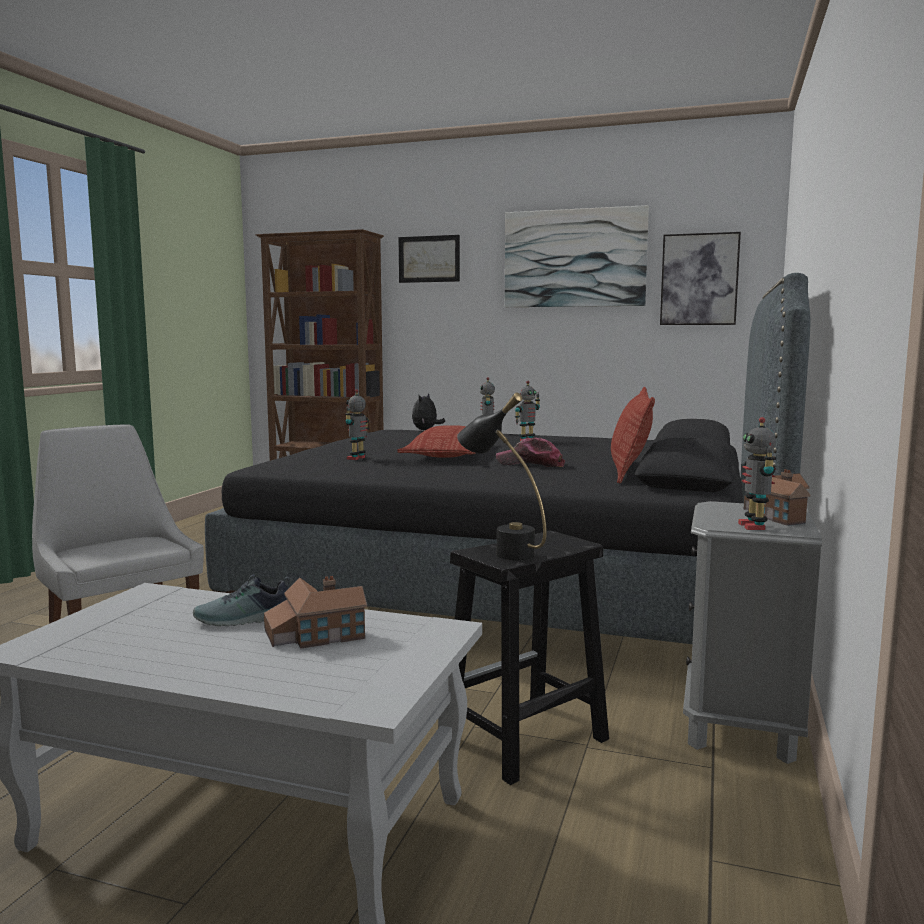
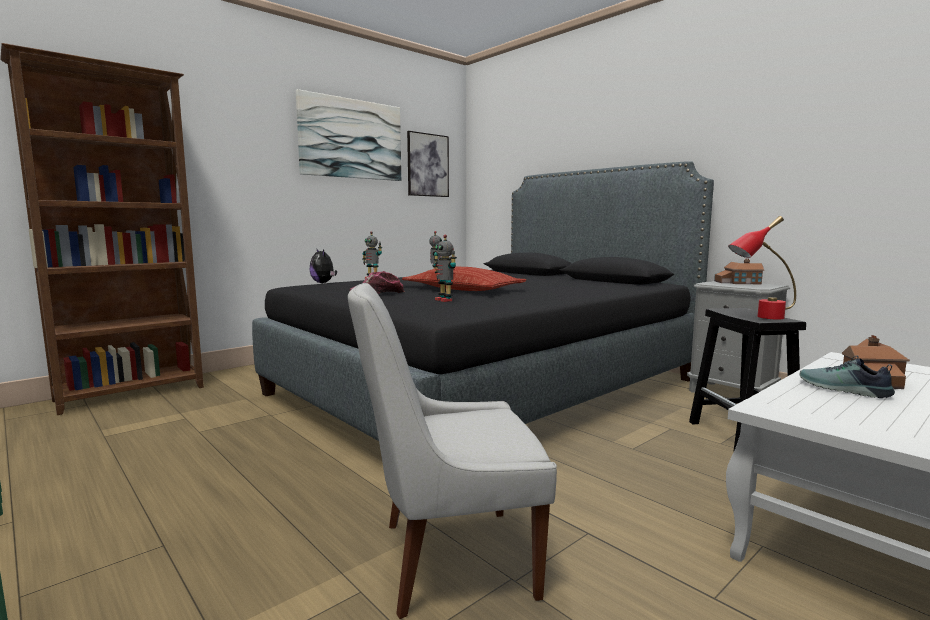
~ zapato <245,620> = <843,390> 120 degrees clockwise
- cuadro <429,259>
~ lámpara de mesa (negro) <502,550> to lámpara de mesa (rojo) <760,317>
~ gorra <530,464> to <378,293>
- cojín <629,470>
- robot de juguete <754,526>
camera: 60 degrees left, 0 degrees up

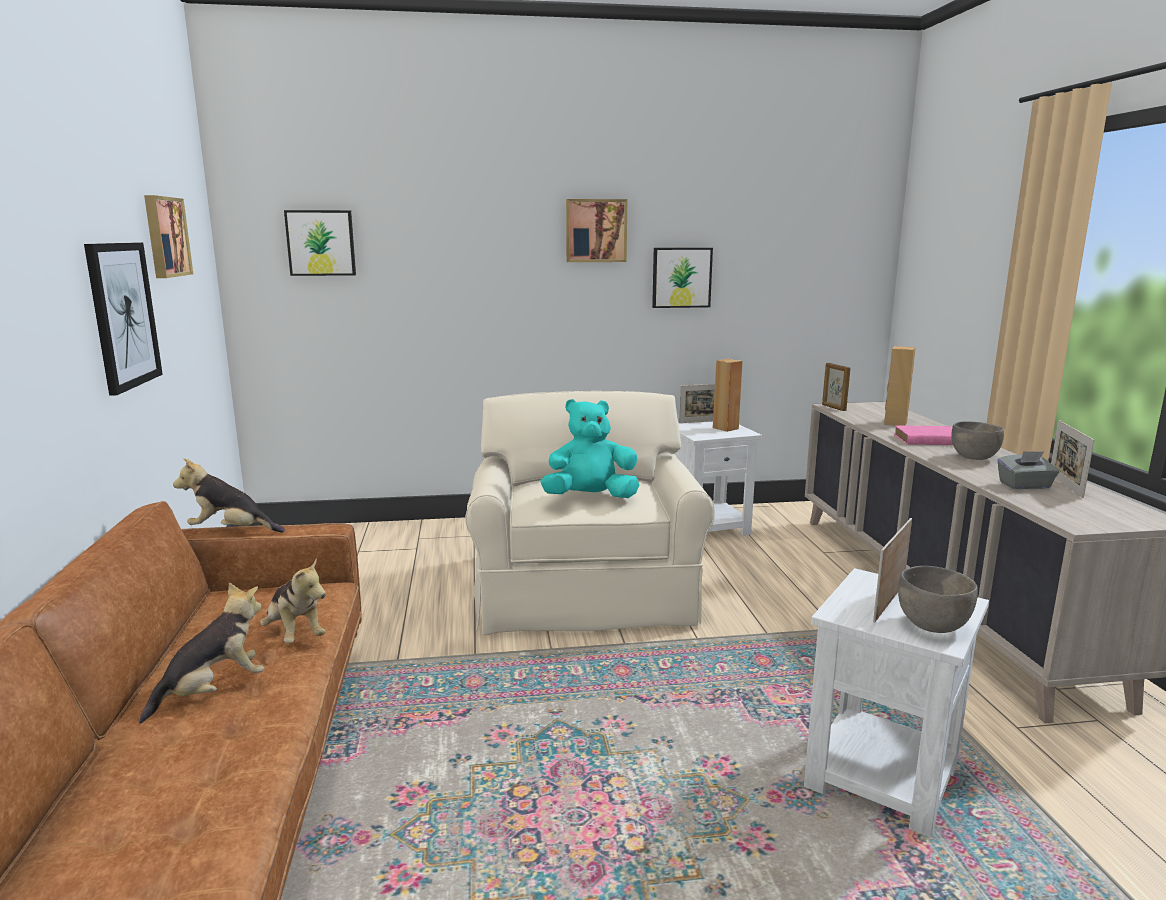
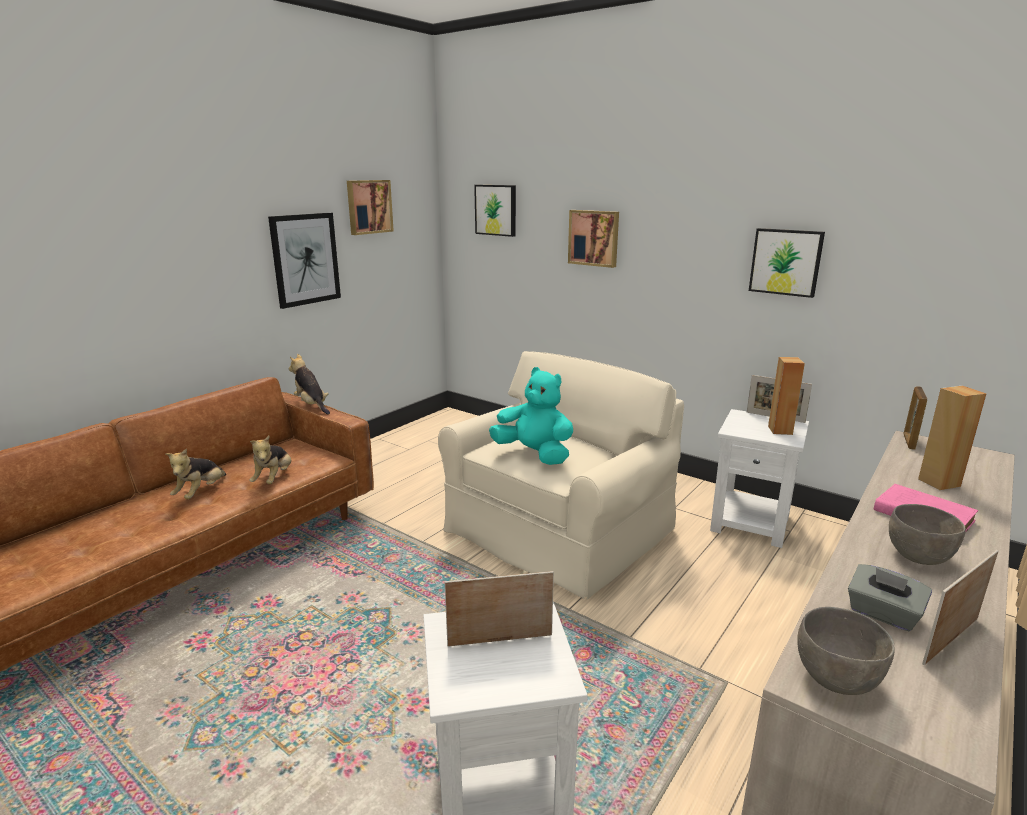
~ peluche <214,691> = <201,492> 105 degrees clockwise
~ cuadro <596,231> to <594,238>
~ cuenco (gris) <932,626> to <835,680>
camera: 45 degrees right, 5 degrees up

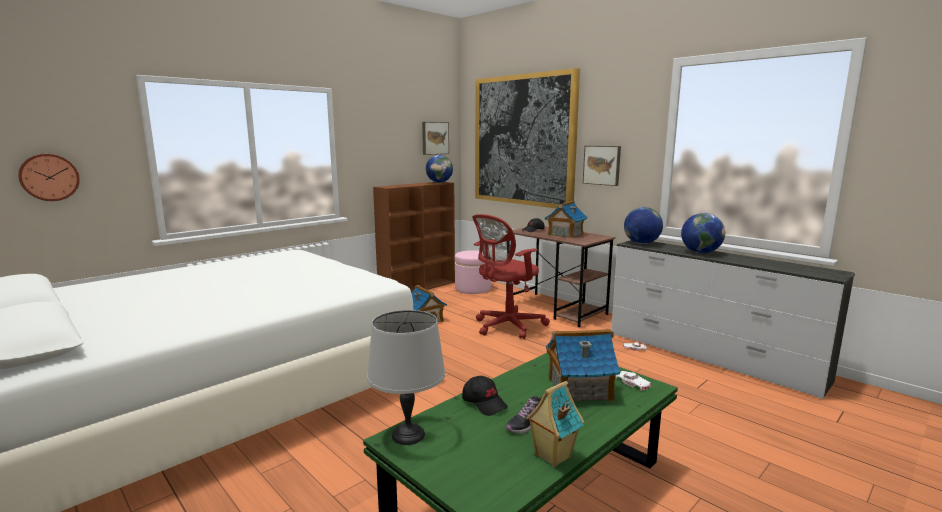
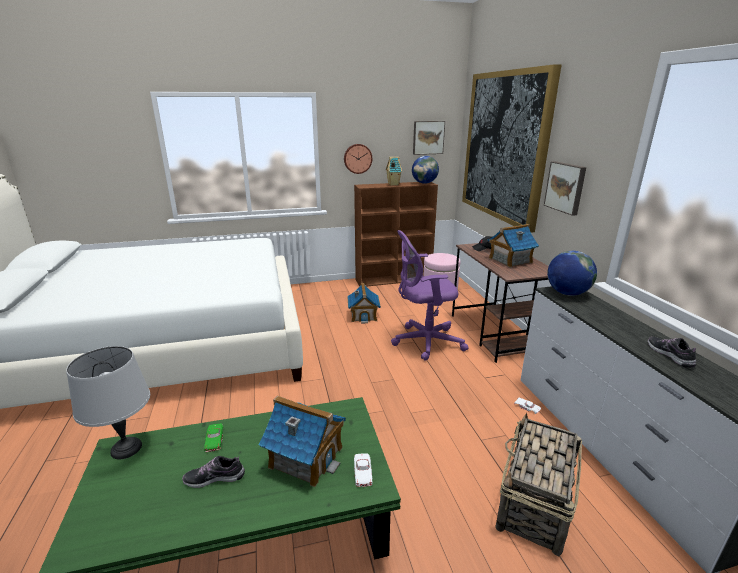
~ reloj de pared <49,177> to <357,158>
~ gorra (negro) <484,403> to coche de juguete (verde) <214,439>
~ silla de oficina (rojo) <506,327> to silla de oficina (morado) <424,342>
~ casita <552,456> to <393,184>
- globo terráqueo <700,252>
+ cesta <534,504>
+ zapato <670,355>
camera: 30 degrees right, 10 degrees up

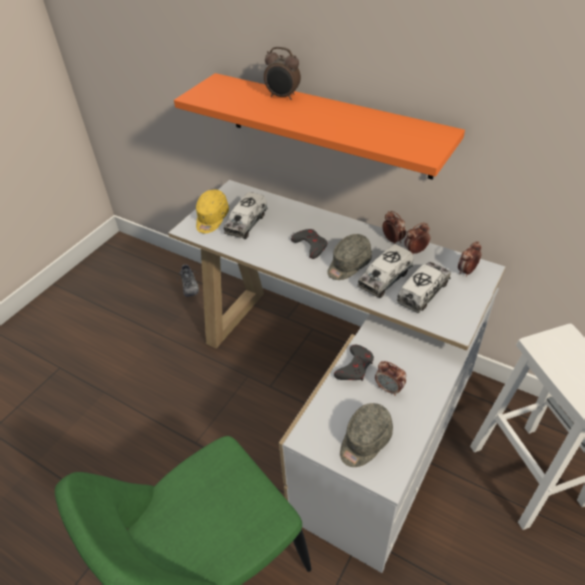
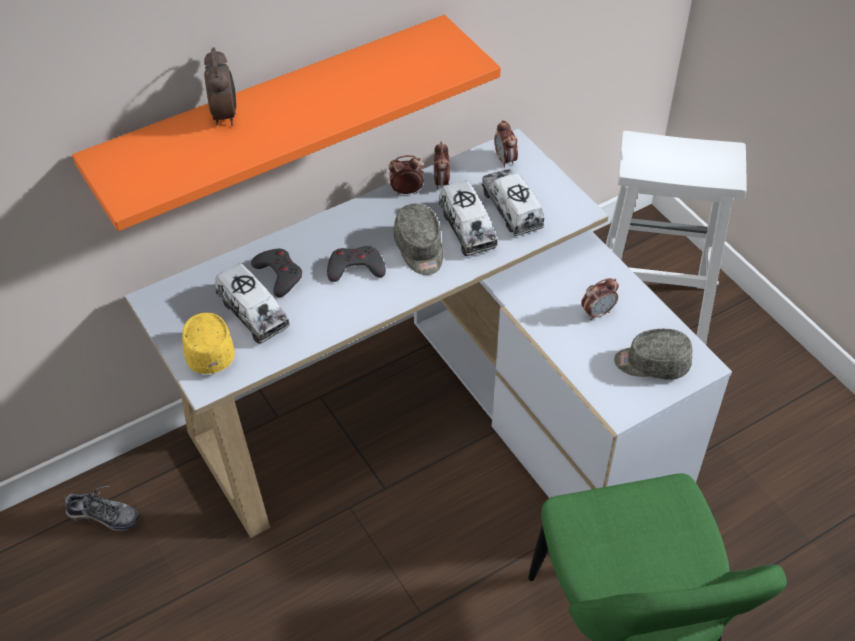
~ gorra (amarillo) <211,219> = <208,348> 150 degrees counterclockwise
~ despertador <283,97> = <225,115> 60 degrees counterclockwise
~ mando de consola (gris) <355,367> to <279,275>
~ gorra (gris) <364,441> = <651,363> 120 degrees clockwise
camera: 65 degrees left, 5 degrees up

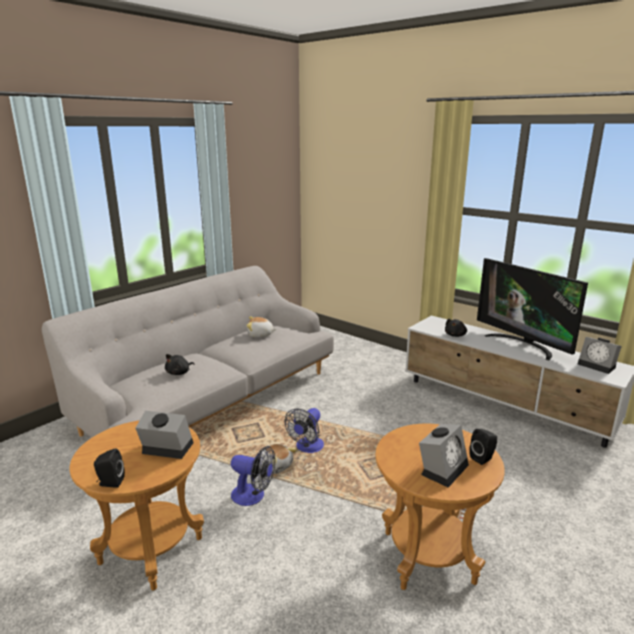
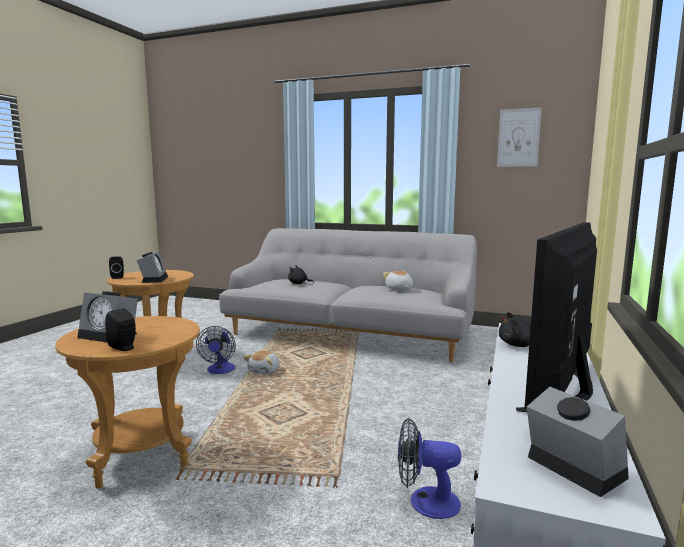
~ ventilador <307,448> to <425,502>
~ despertador <598,365> = <570,467> 120 degrees clockwise
+ cuadro <518,137>
camera: 70 degrees right, 10 degrees down

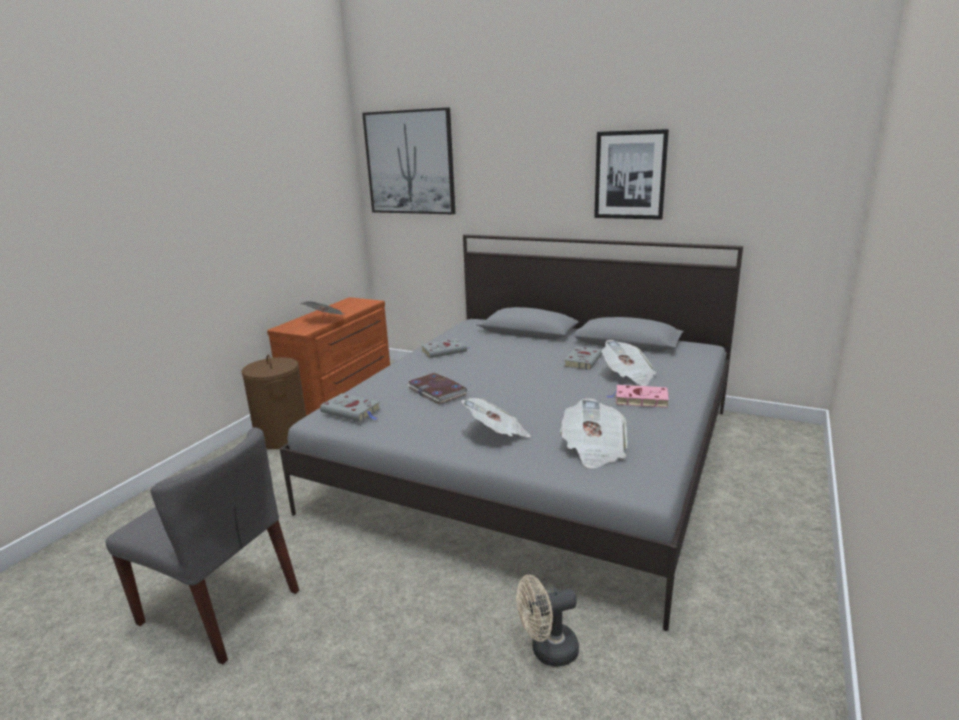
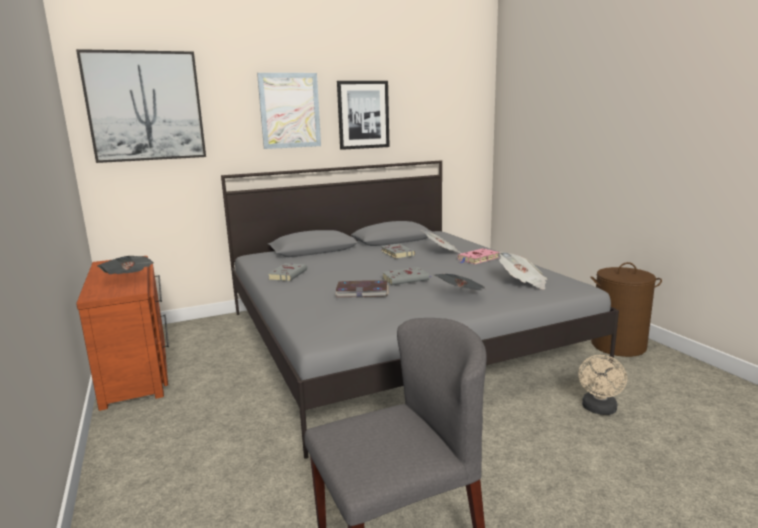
~ cesto de la ropa (marrón) <282,436> to <617,345>
~ libro (gris) <352,411> to <406,279>
+ cuadro <290,110>
camera: 50 degrees left, 5 degrees down

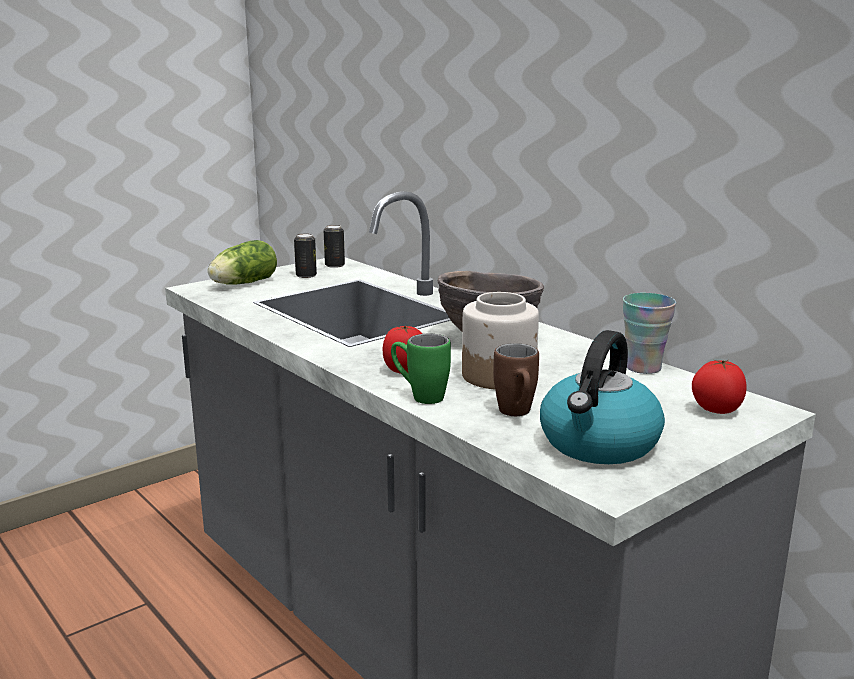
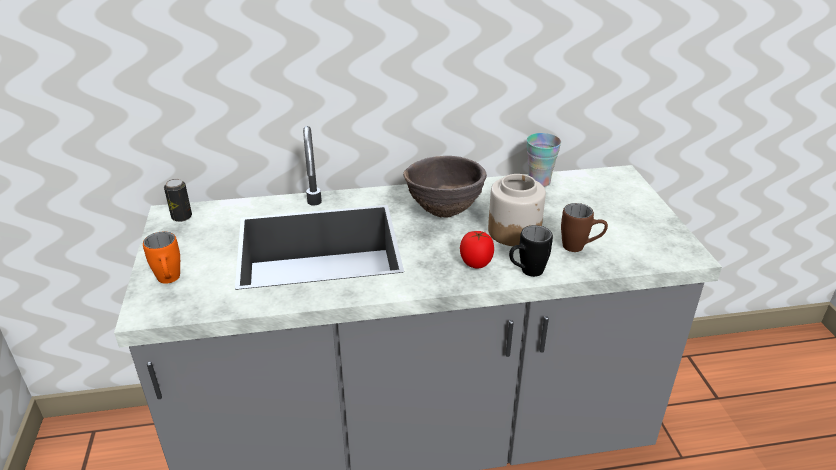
~ lechuga <241,284> to taza grande (naranja) <169,281>
- lata <306,275>
~ taza grande (verde) <419,396> to taza grande (negro) <526,272>
- hervidor <599,444>
- tomate <715,411>
camera: 60 degrees left, 15 degrees up

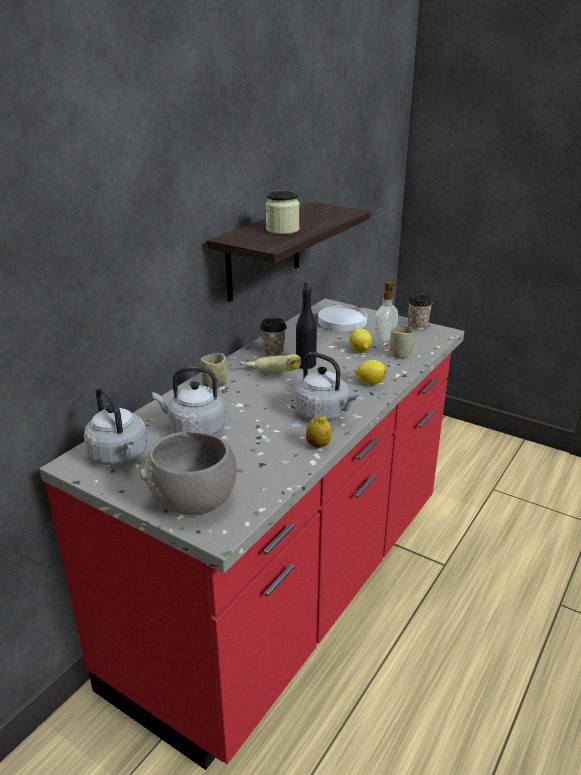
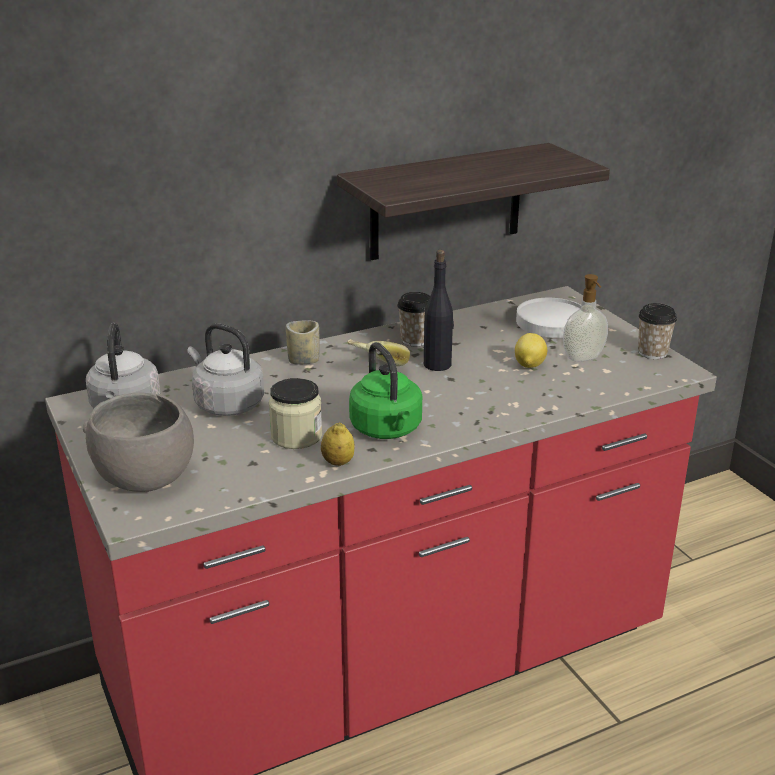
~ tarro <282,230> to <296,436>
~ hervidor (gris) <324,414> to hervidor (verde) <387,430>
- limón <370,382>
- taza <400,354>
camera: 30 degrees right, 0 degrees up

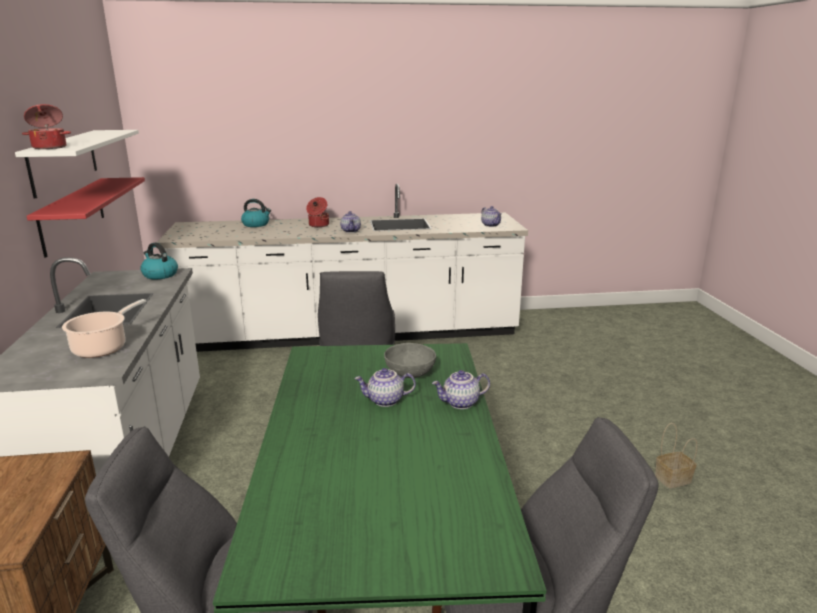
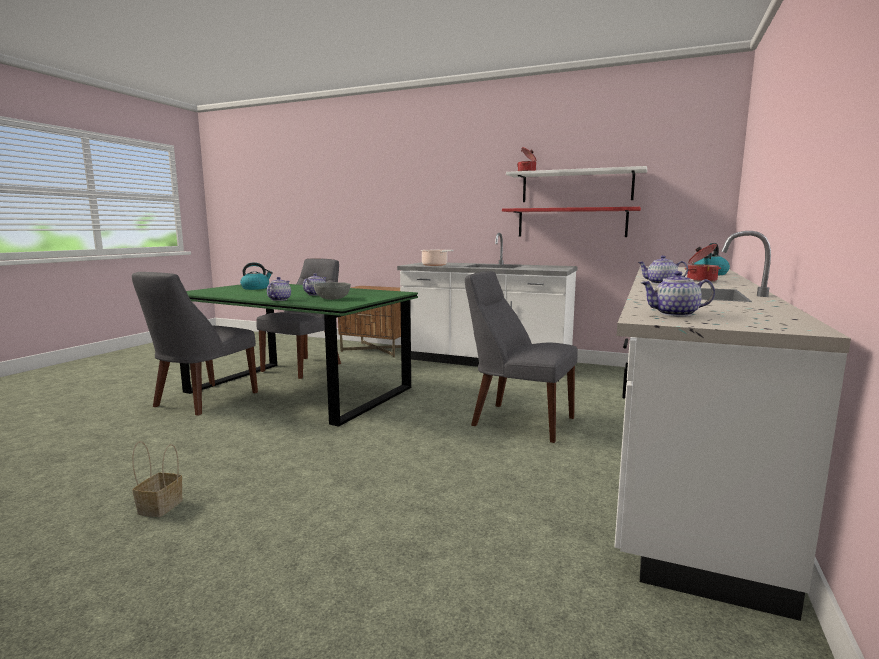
~ hervidor <159,275> to <256,288>
camera: 120 degrees right, 10 degrees down

